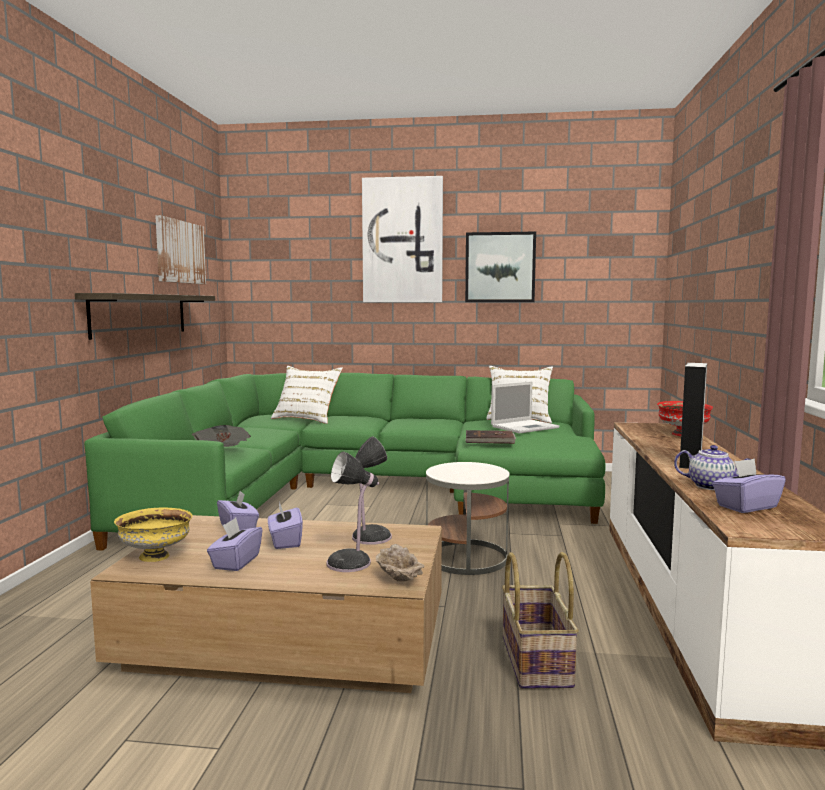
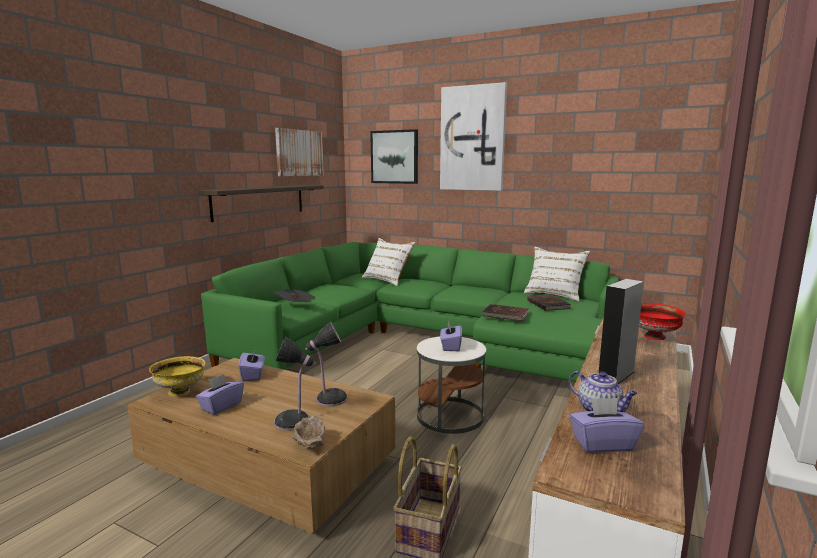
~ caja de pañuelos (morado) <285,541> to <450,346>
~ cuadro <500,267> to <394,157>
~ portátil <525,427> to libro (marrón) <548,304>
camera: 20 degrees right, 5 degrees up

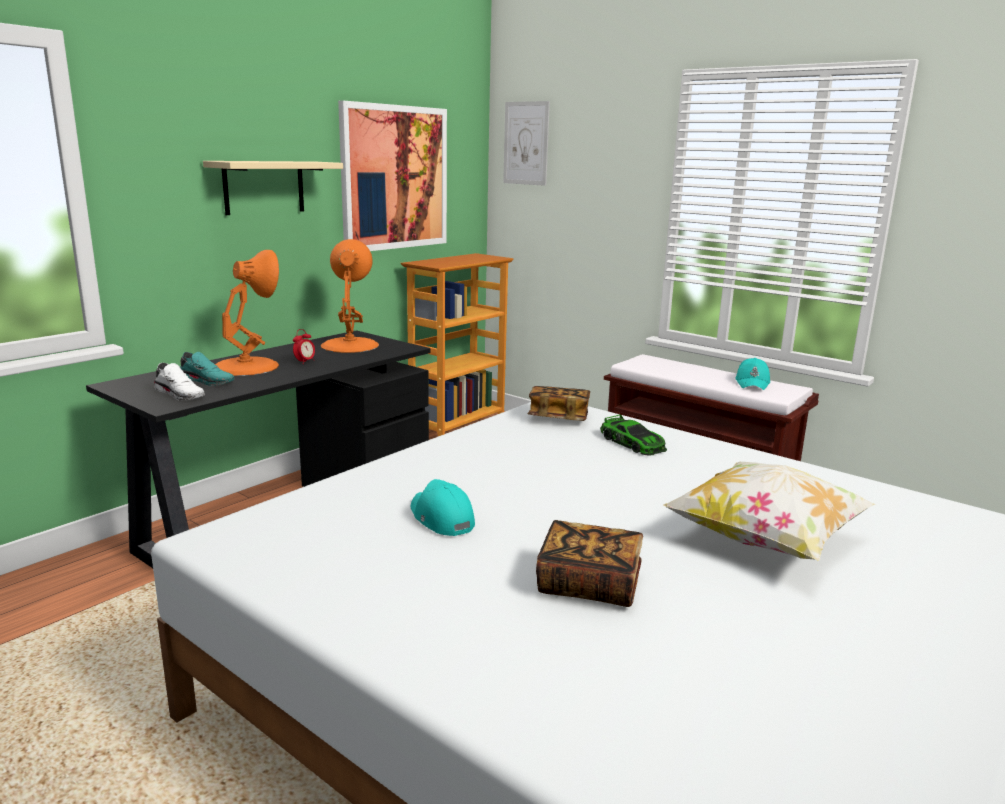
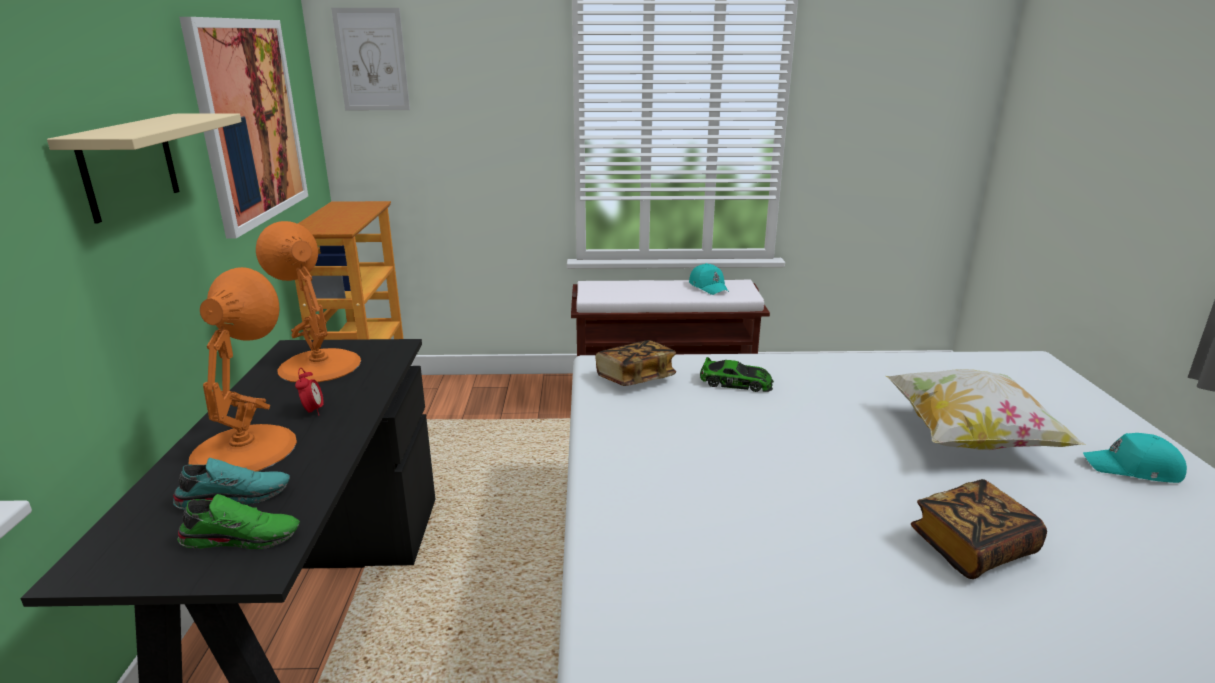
~ zapato (blanco) <181,394> to zapato (verde) <243,537>
~ gorra (turquesa) <440,518> to <1133,469>
camera: 40 degrees left, 5 degrees up

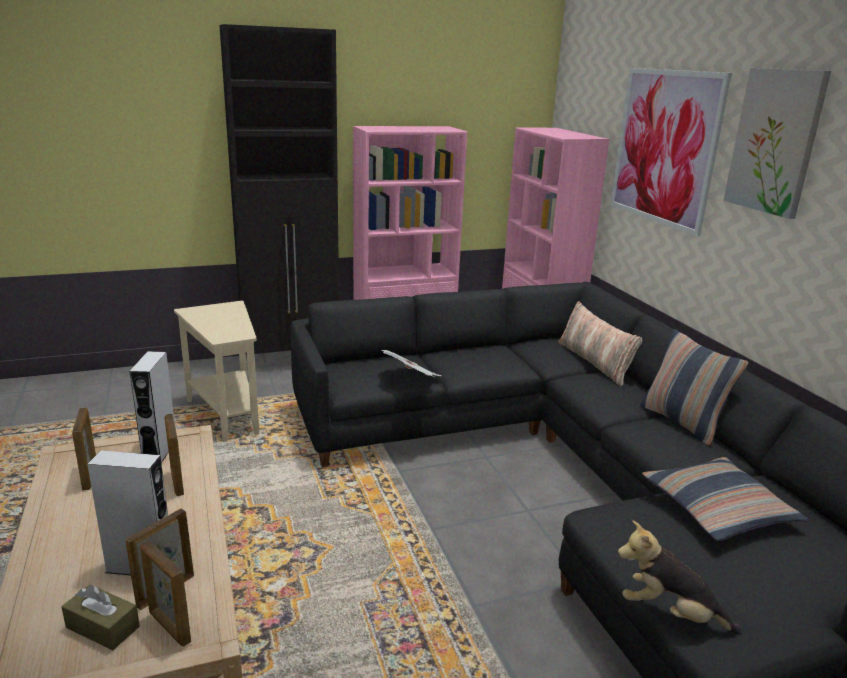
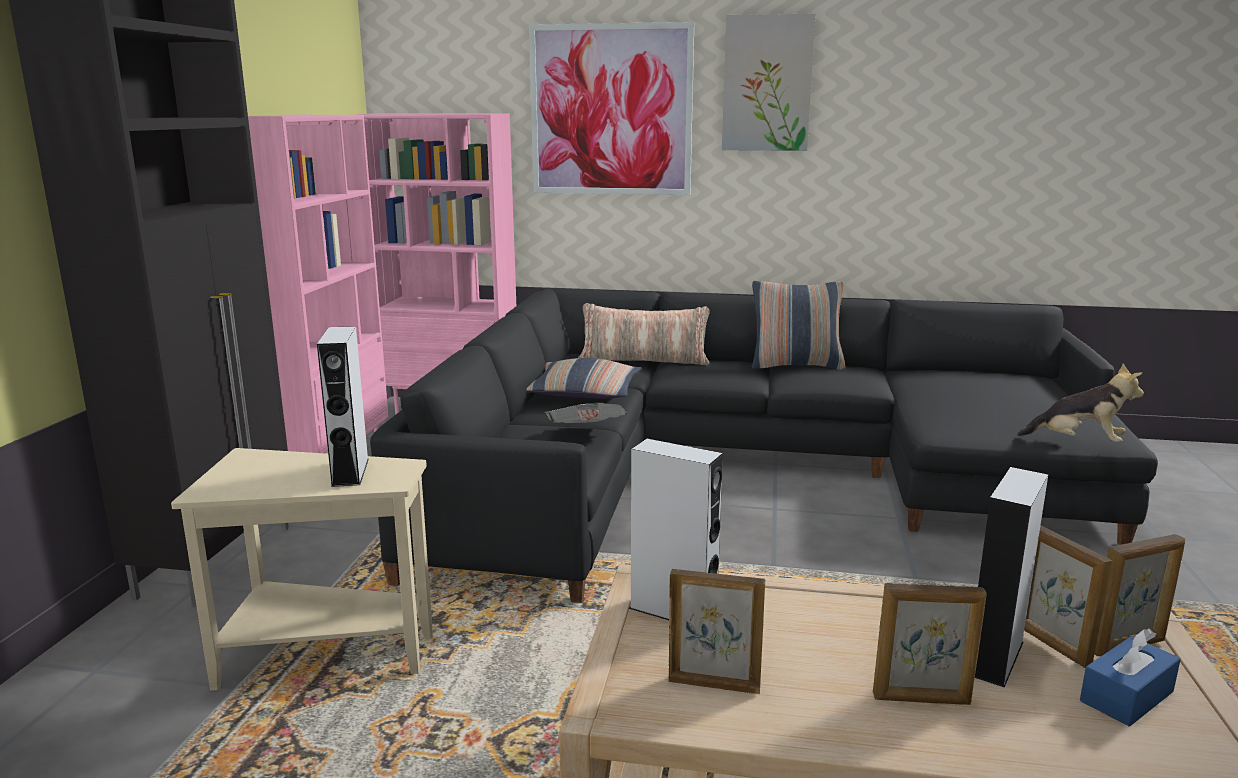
~ caja de pañuelos (marrón) <103,627> to caja de pañuelos (azul) <1126,696>
~ portarretratos <177,482> to <922,700>
~ peluche <670,613> = <1078,442> 120 degrees counterclockwise
~ cojín <717,510> to <584,393>
+ altavoz (gris) <350,472>
camera: 60 degrees left, 5 degrees down

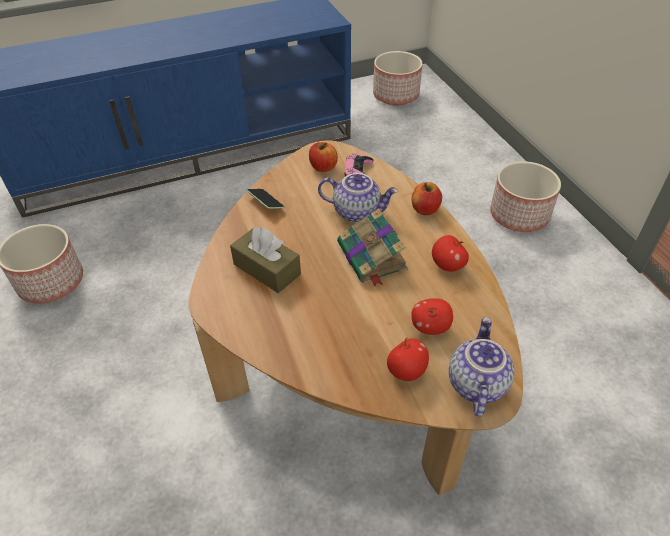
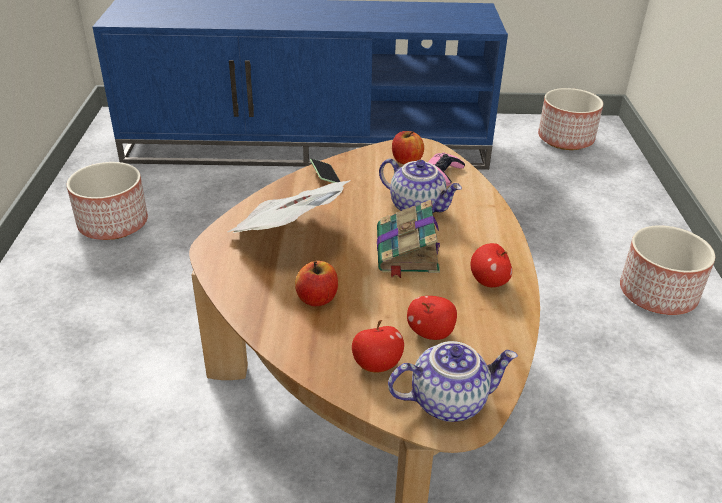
~ caja de pañuelos (marrón) <267,269> to periódico <289,233>
~ manzana <425,209> to <317,298>
~ tetera <475,383> = <448,400> 45 degrees clockwise
camera: 20 degrees right, 10 degrees down

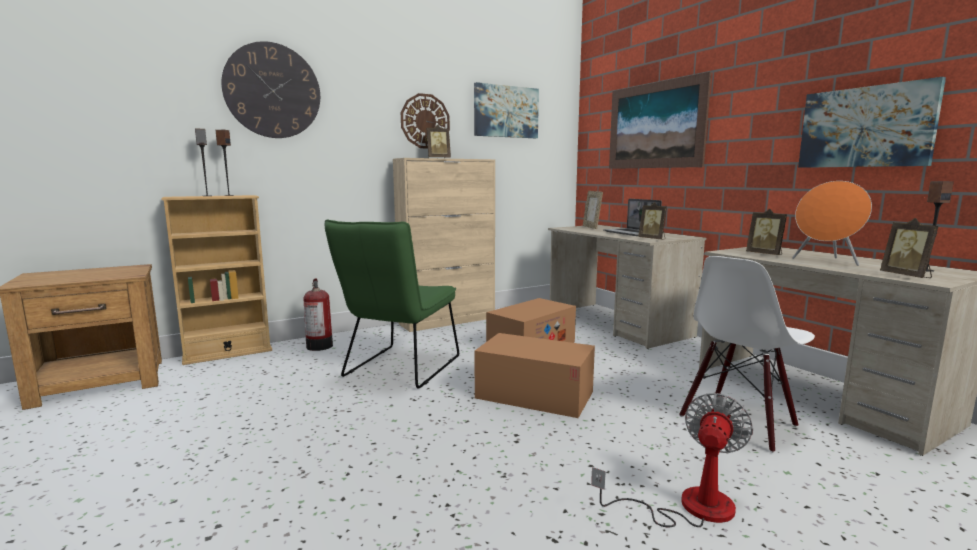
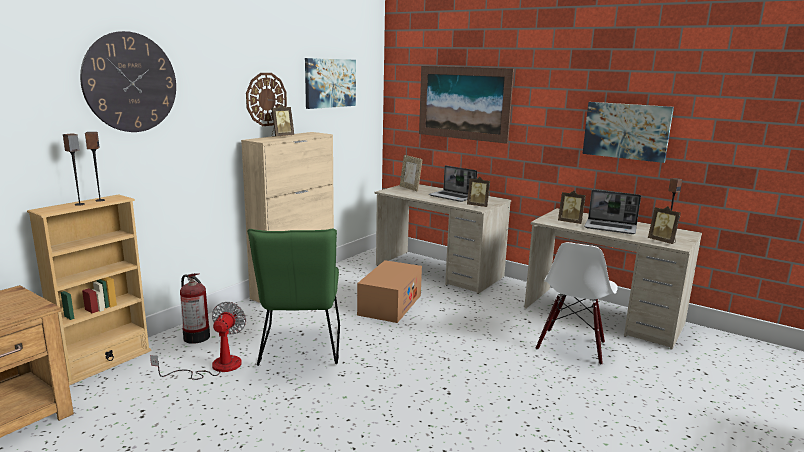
- caja de cartón <534,395>
~ ventilador <688,507> to <215,367>
~ altavoz (naranja) <826,261> to portátil <611,228>
camera: 25 degrees left, 5 degrees up

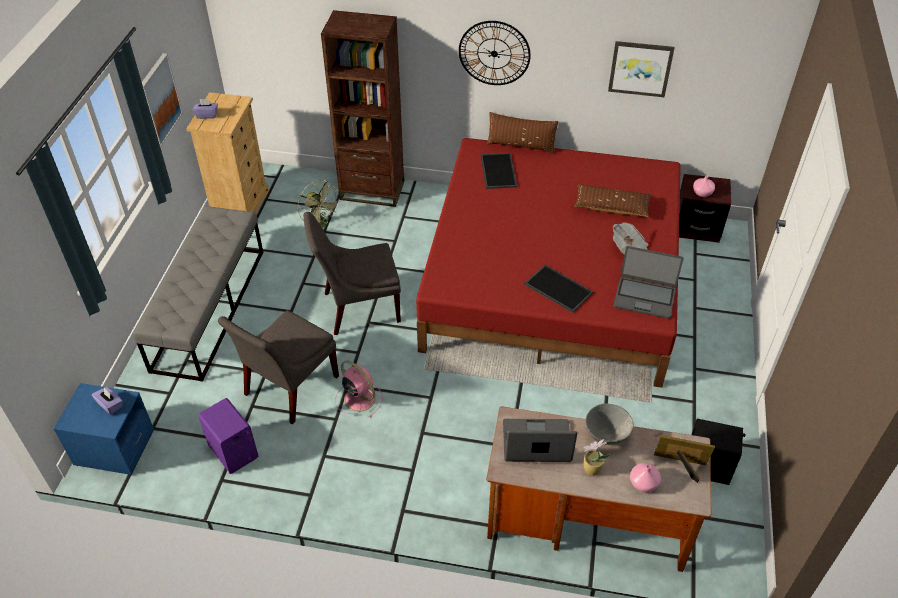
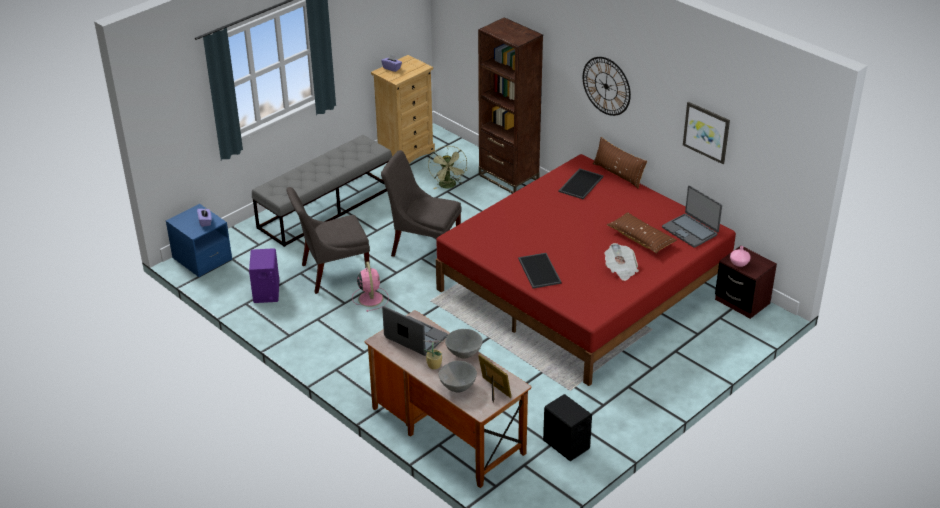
- cuadro <159,100>
~ portátil <644,297> to <690,231>
~ florero (rosa) <643,483> to cuenco (gris) <458,387>
camera: 35 degrees right, 10 degrees down

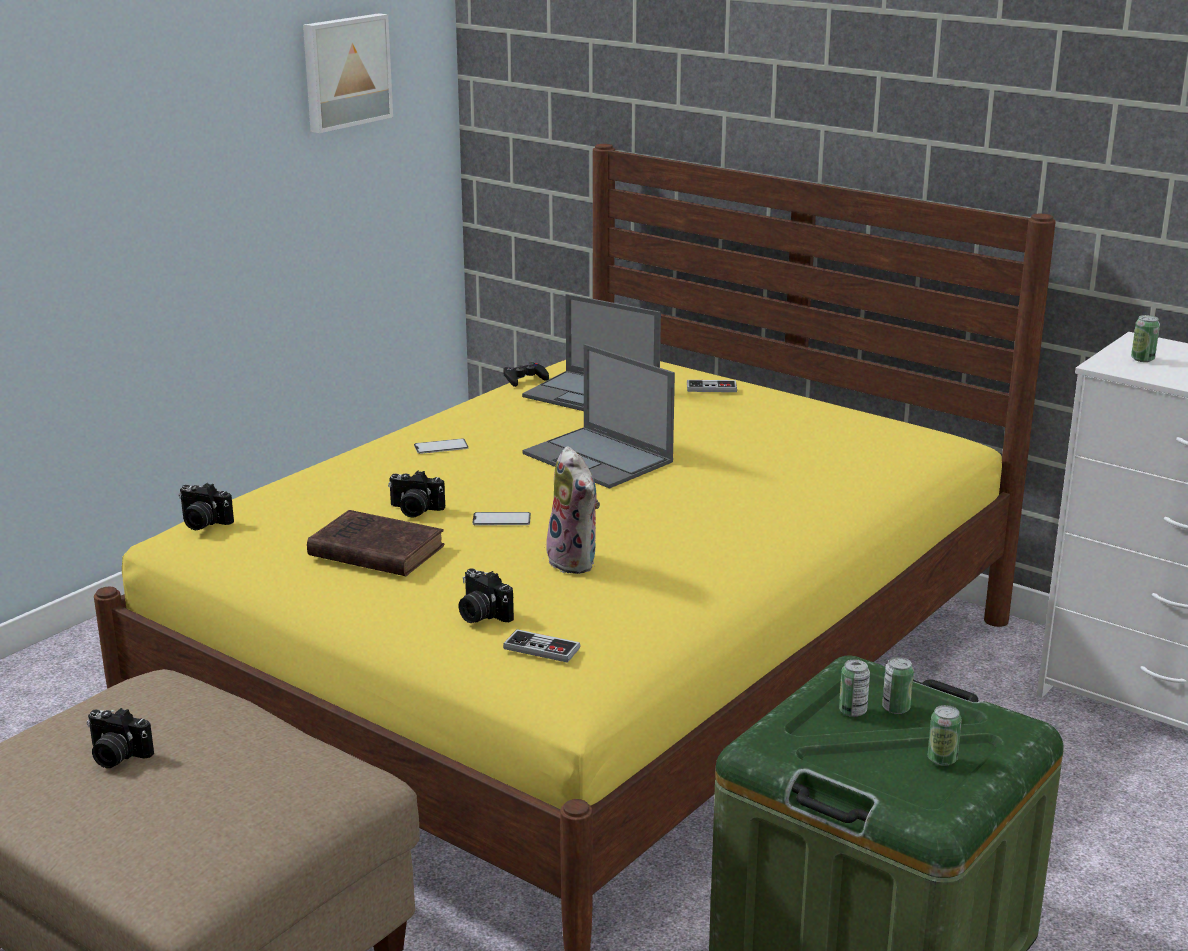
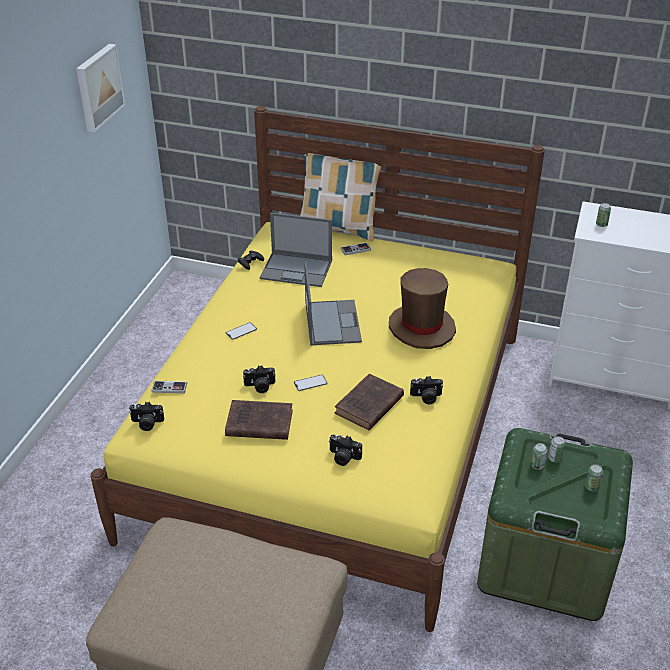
~ cámara <116,756> to <426,397>
~ mando de consola <541,648> to <169,388>
~ portátil <599,458> = <332,322> 120 degrees counterclockwise
~ peluche <576,561> to libro (marrón) <368,406>
+ cojín <338,228>
+ sombrero (marrón) <421,327>
camera: 20 degrees left, 15 degrees up

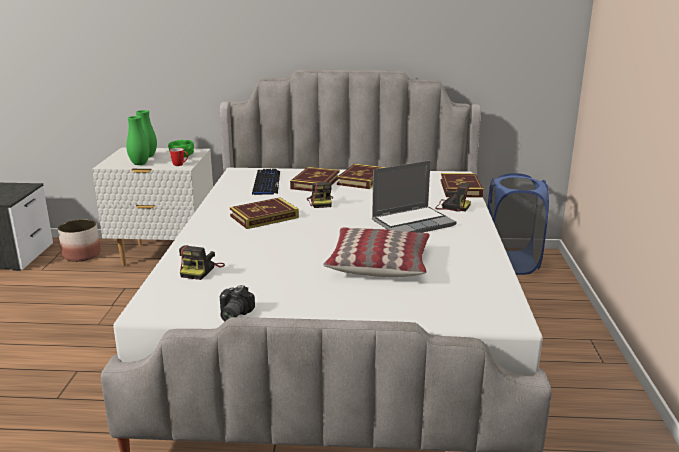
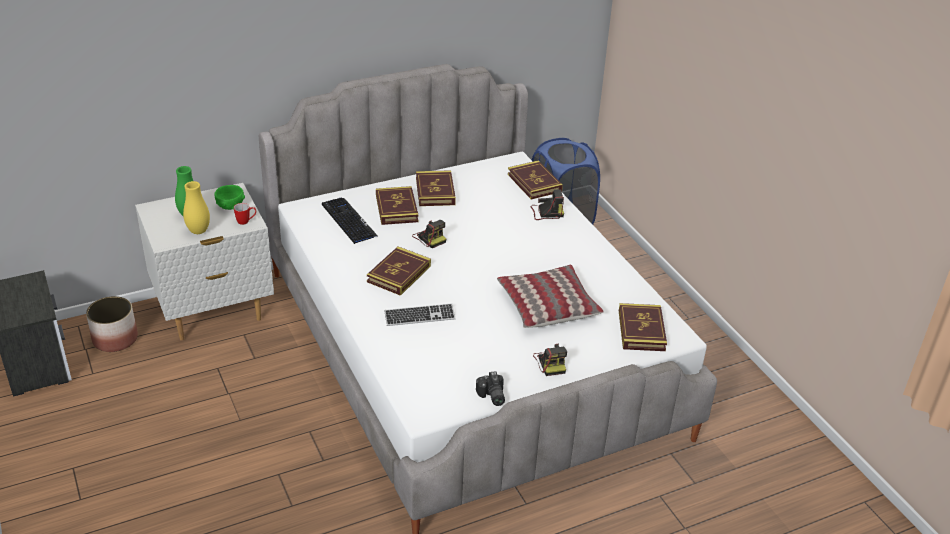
~ florero (verde) <139,164> to florero (amarillo) <198,231>
~ cámara <201,270> to <550,362>
- portátil <413,222>
+ teclado <419,316>
+ libro <641,330>
camera: 30 degrees left, 15 degrees up

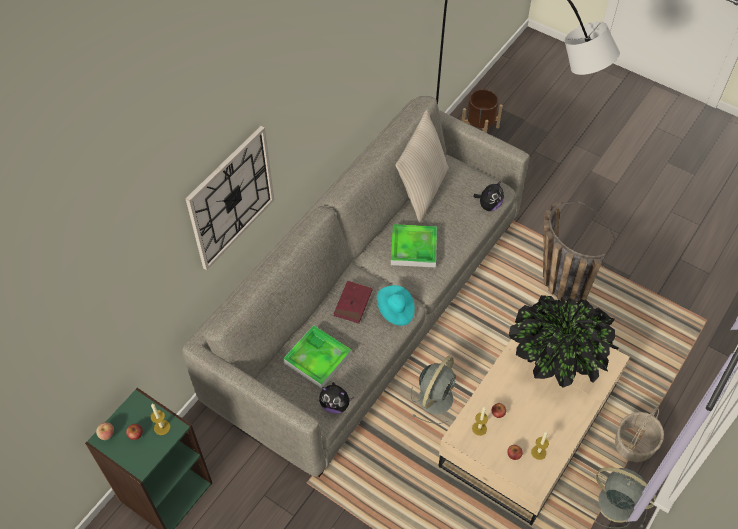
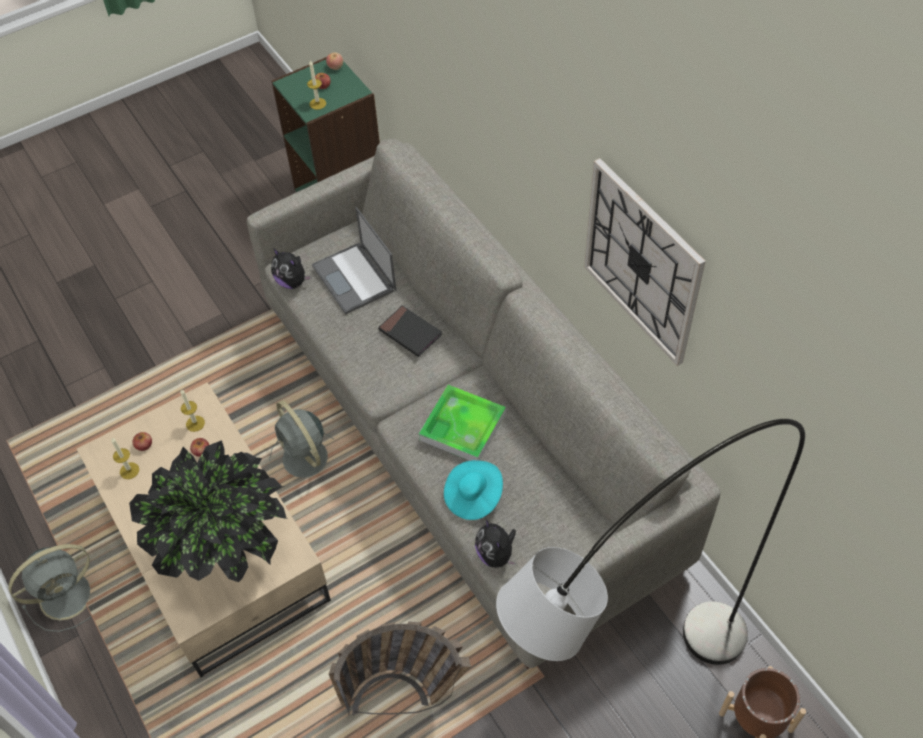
~ reloj de pared <231,198> to <642,262>
~ bandeja <317,358> to portátil <355,278>
~ peluche <335,405> = <292,282> 90 degrees counterclockwise
~ libro (rojo) <353,303> to libro (negro) <410,333>
~ sombrero (turquesa) <395,311> to <473,496>
- cojín (beis) <421,190>
- cesta <634,444>
camera: 115 degrees right, 0 degrees up

